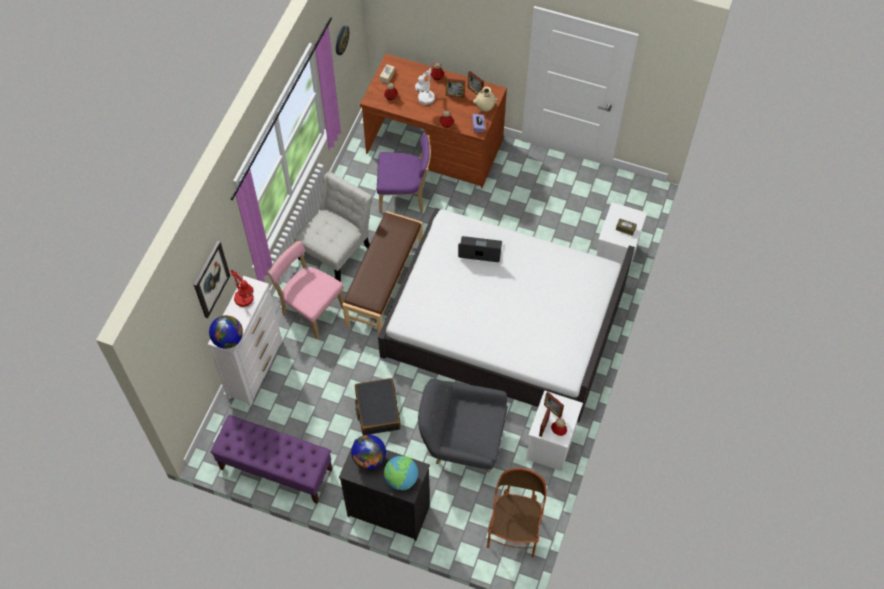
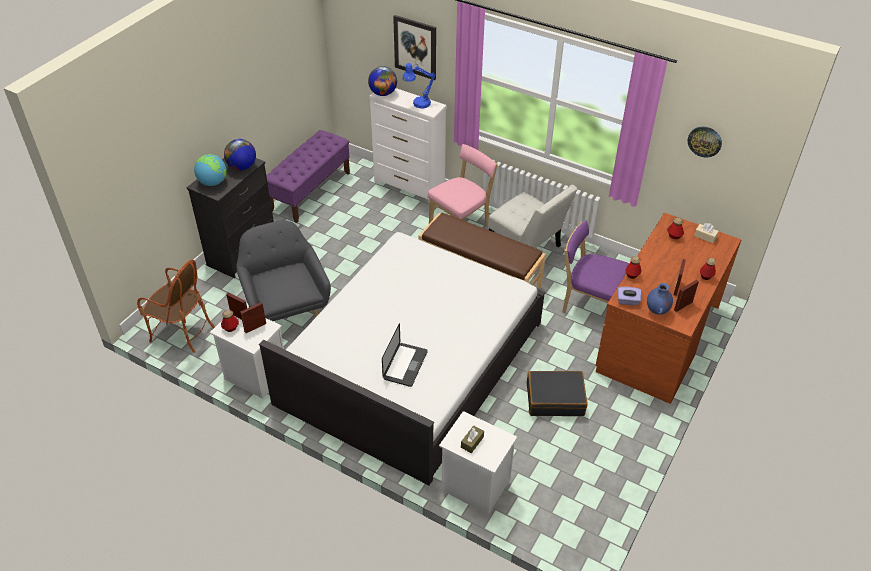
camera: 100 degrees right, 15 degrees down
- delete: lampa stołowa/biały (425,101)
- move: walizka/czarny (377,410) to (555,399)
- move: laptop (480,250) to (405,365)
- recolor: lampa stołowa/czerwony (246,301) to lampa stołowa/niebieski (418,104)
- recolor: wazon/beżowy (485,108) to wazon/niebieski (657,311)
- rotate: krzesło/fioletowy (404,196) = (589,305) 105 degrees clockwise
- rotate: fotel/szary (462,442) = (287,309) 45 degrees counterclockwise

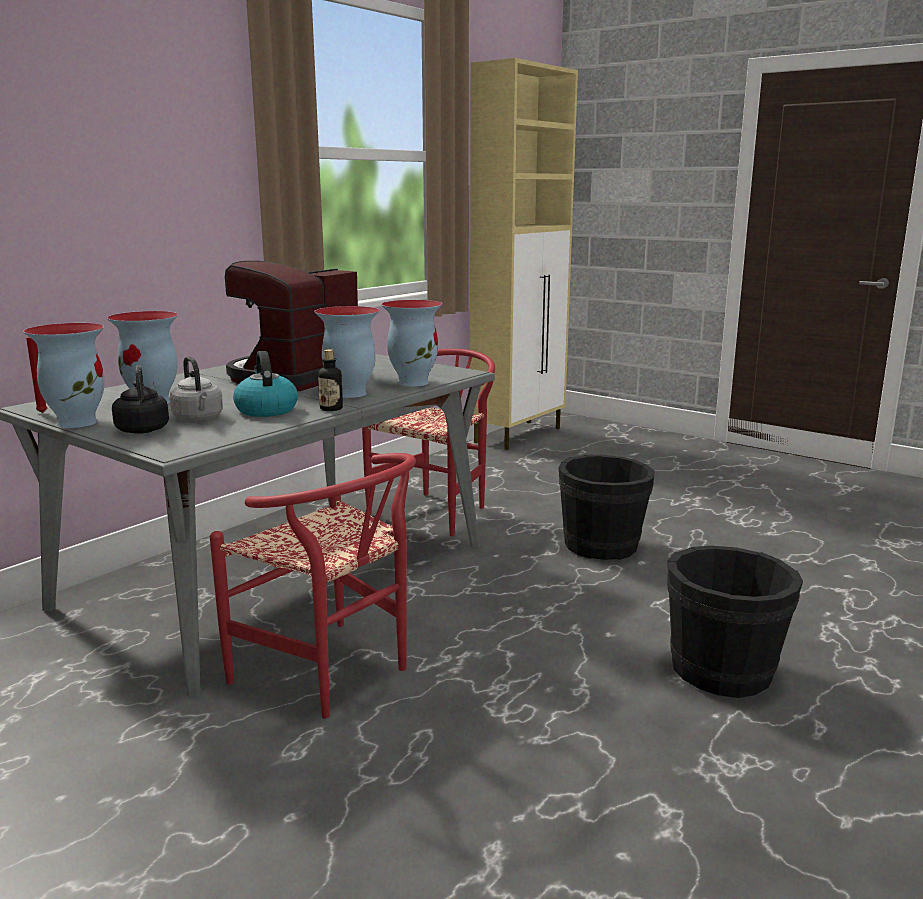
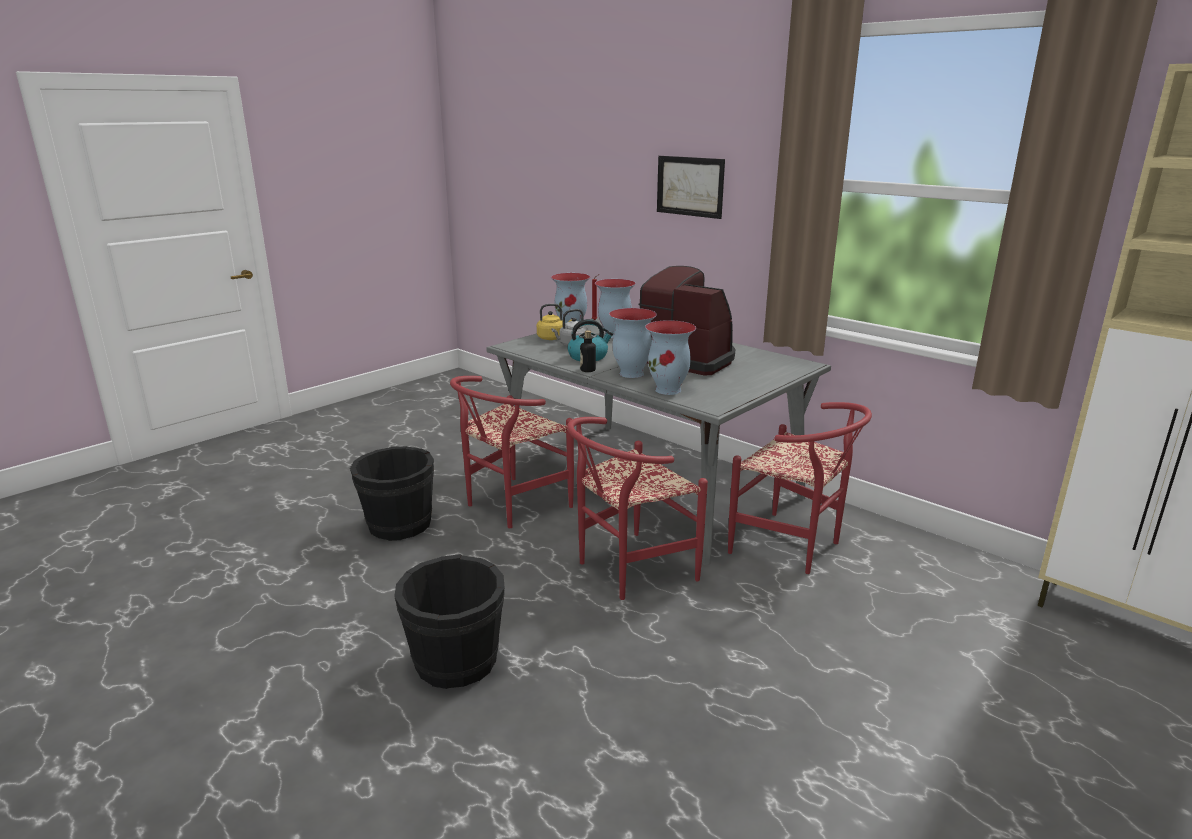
camera: 95 degrees right, 5 degrees up
- insert: krzesło/czerwony (627,570)
- insert: obraz (690,186)
- move: wiadro/czarny (602,546) to (399,525)
- recolor: czajnik/czarny (142,429) to czajnik/żółty (553,338)

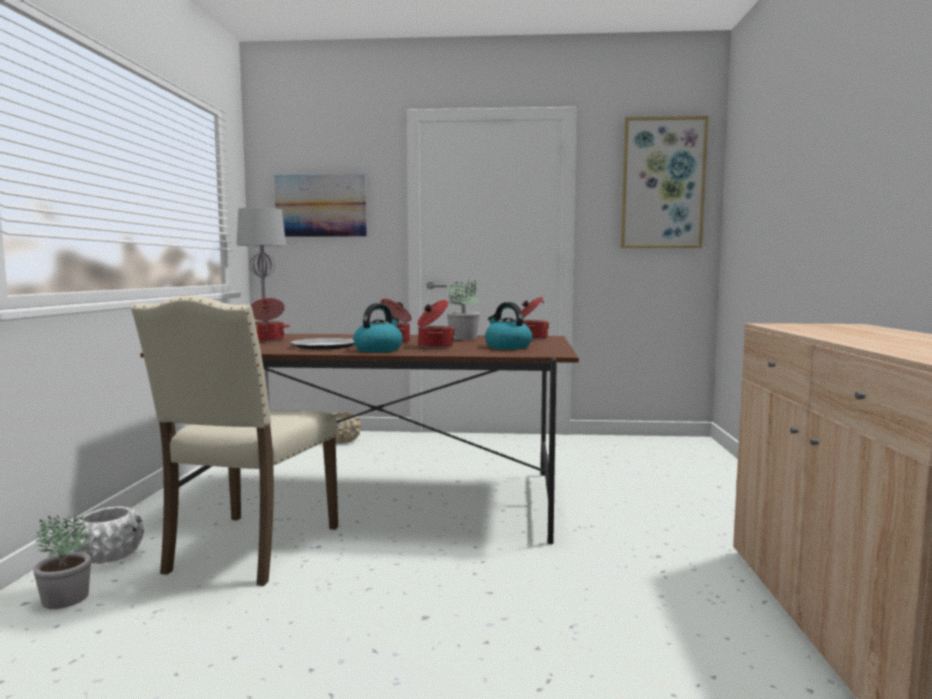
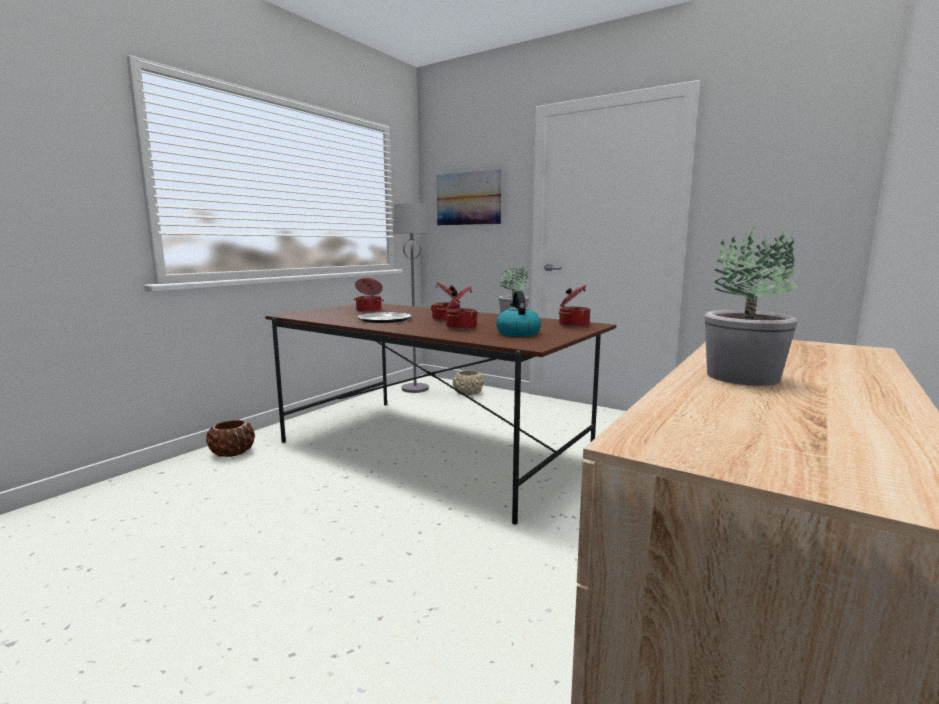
camera: 30 degrees right, 5 degrees up
- delete: krzesło/beżowy (249,550)
- delete: czajnik (378,349)
- delete: obraz (662,183)
- move: roślina doniczkowa (65,599) to (743,377)
- recolor: donica/biały (110,556) to donica/brązowy (232,452)

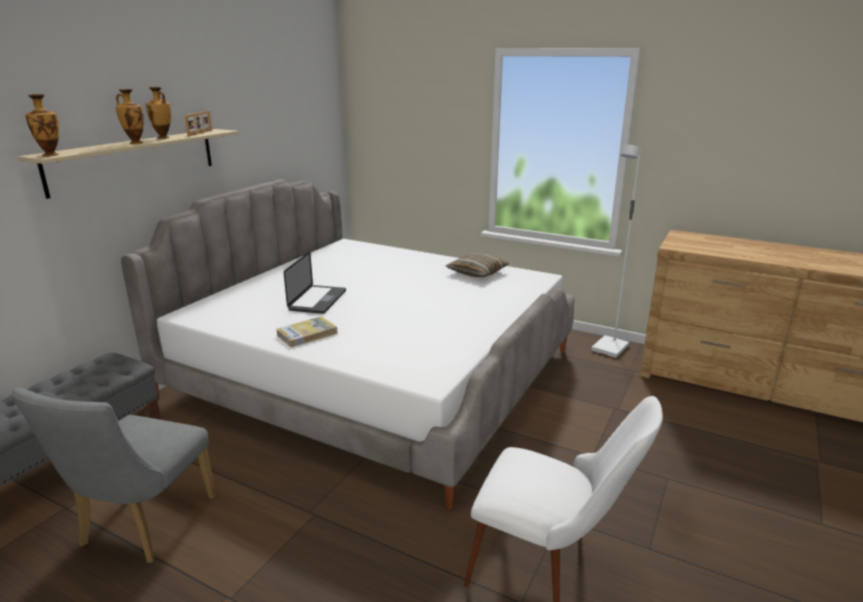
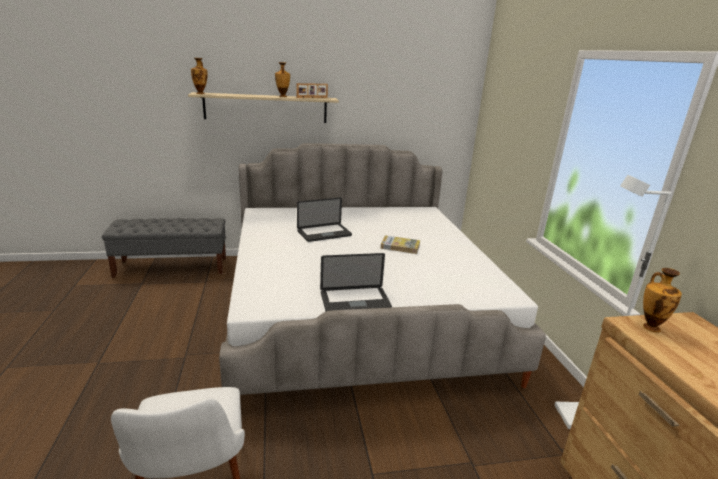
camera: 50 degrees right, 0 degrees up
- delete: krzesło/szary (142,526)
- delete: poduszka (477,272)
- insert: laptop (355,301)
- move: wazon (135,143) to (650,327)
- move: książka (307,334) to (400,246)

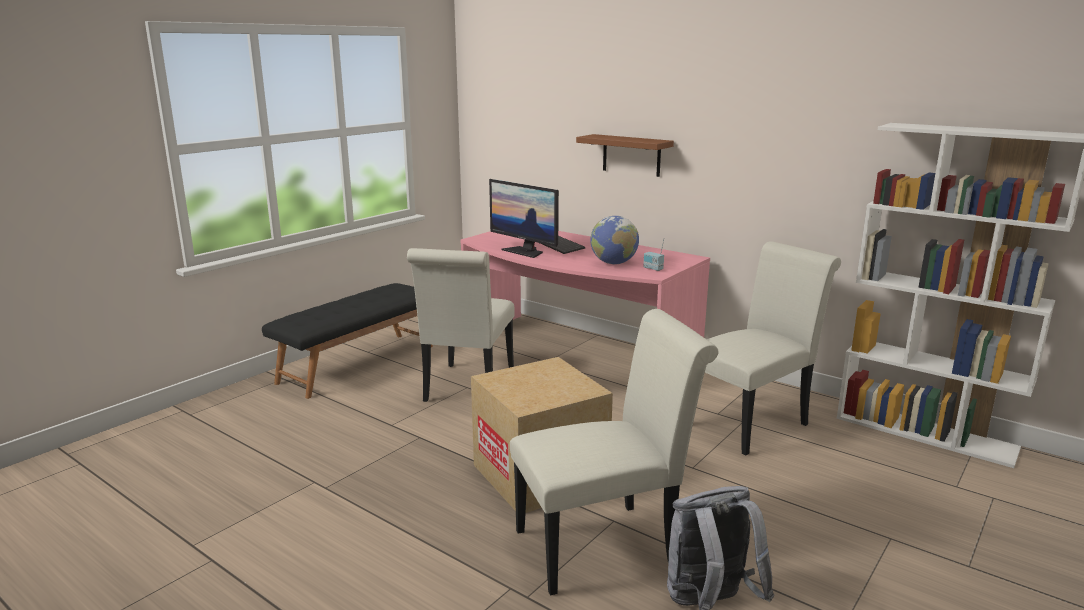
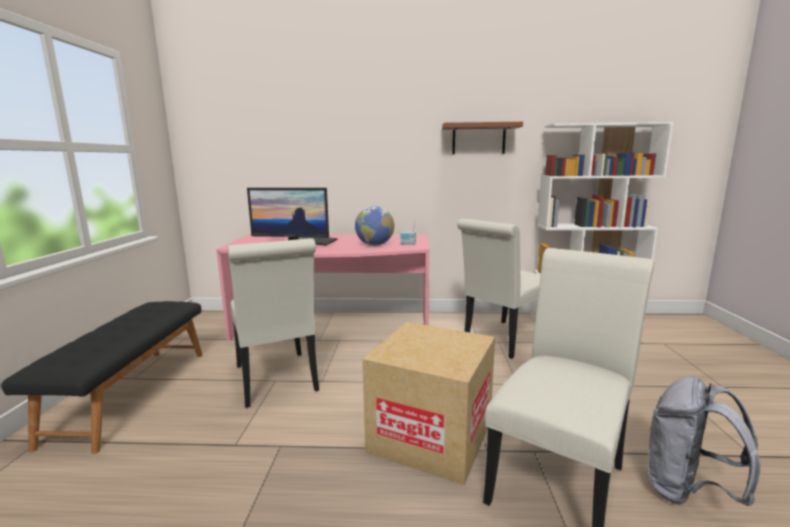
camera: 35 degrees left, 5 degrees down
- move: półka/brązowy (631,155) to (478,139)
- rotate: krzesło/biały (751,422) = (503,340) 150 degrees counterclockwise

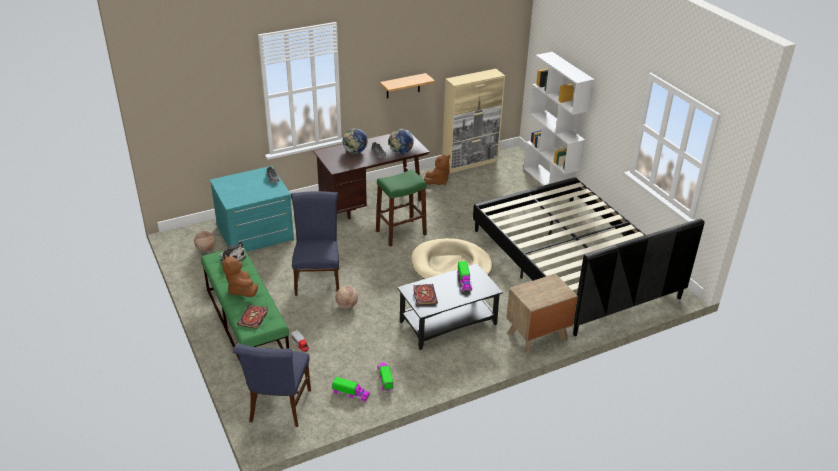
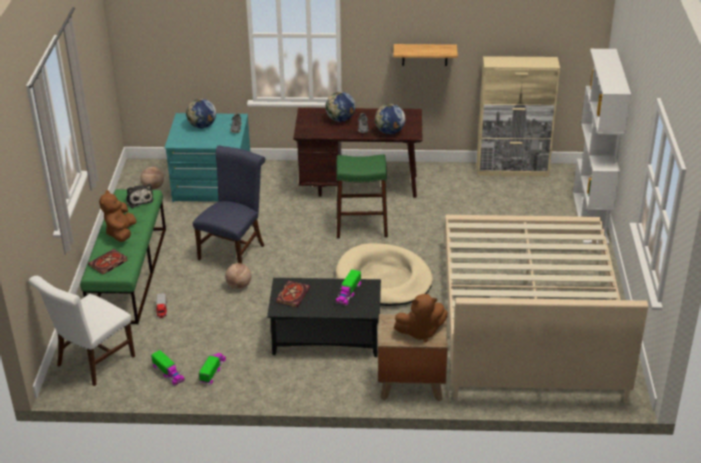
camera: 30 degrees right, 0 degrees up
- insert: globus (202,126)
- move: pluszak/brązowy (438,181) to (420,332)
- recolor: krzesło/niebieski (279,408) to krzesło/biały (92,363)
- recolor: łóżko/czarny (572,263) to łóżko/beżowy (528,319)

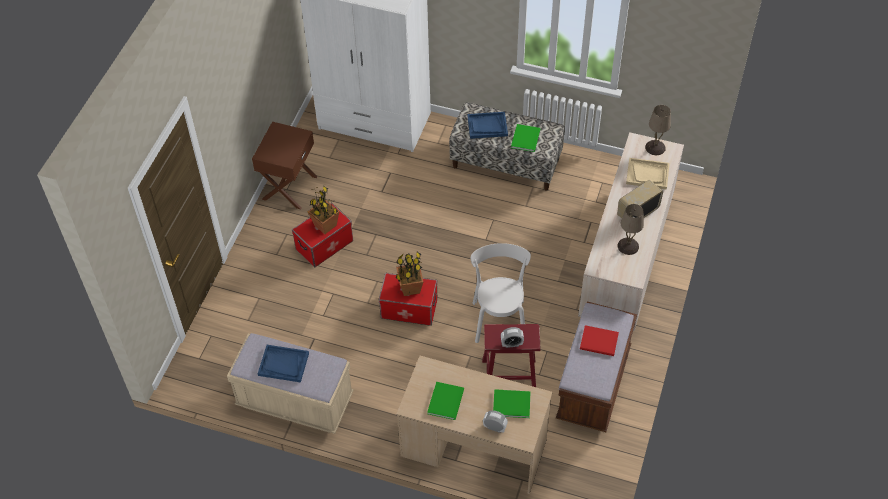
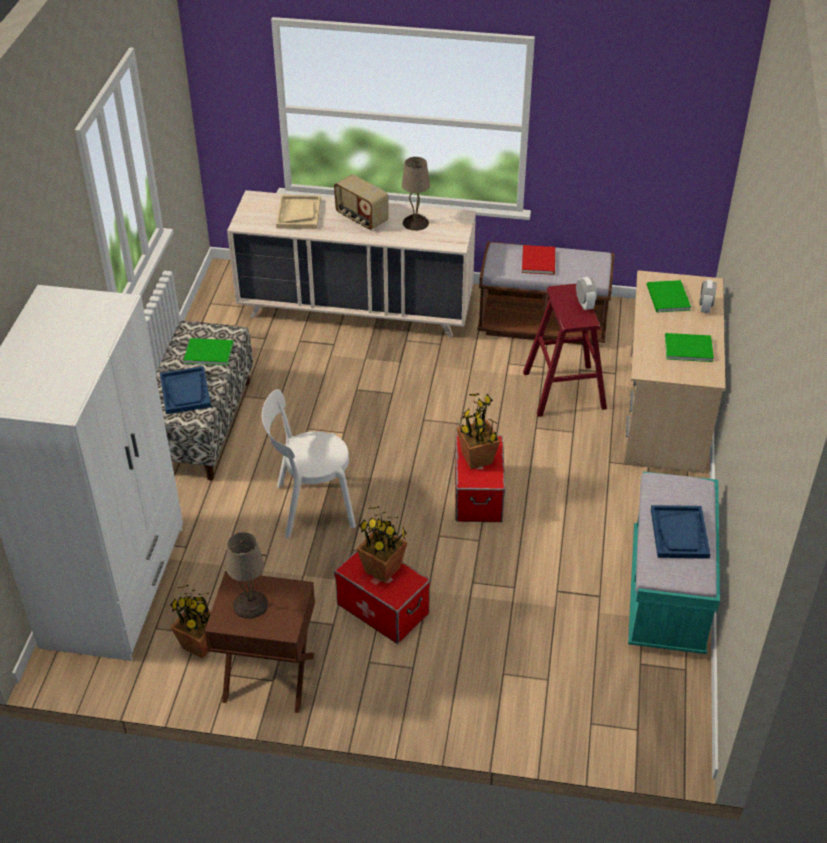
camera: 100 degrees left, 10 degrees down
- insert: roślina doniczkowa (200,644)
- move: krzesło/biały (499,318) to (310,506)
- move: lampa stołowa/beżowy (655,147) to (249,605)
- recolor: ławka/beżowy (295,401) to ławka/turkusowy (667,593)

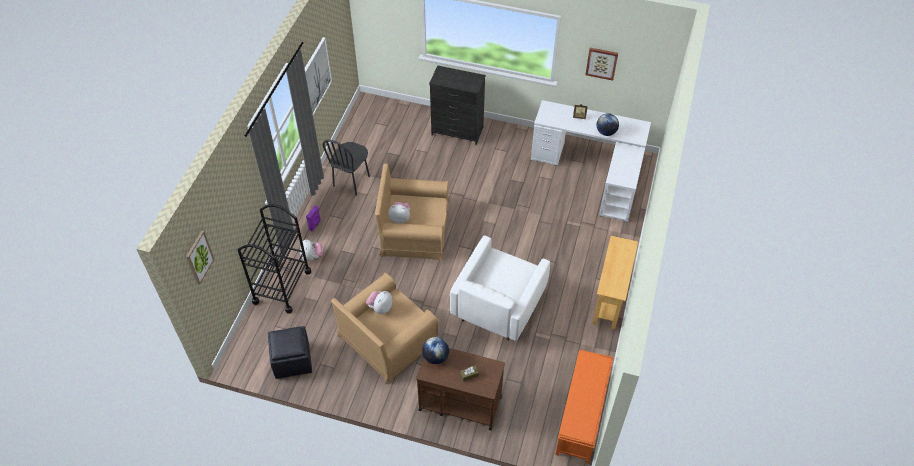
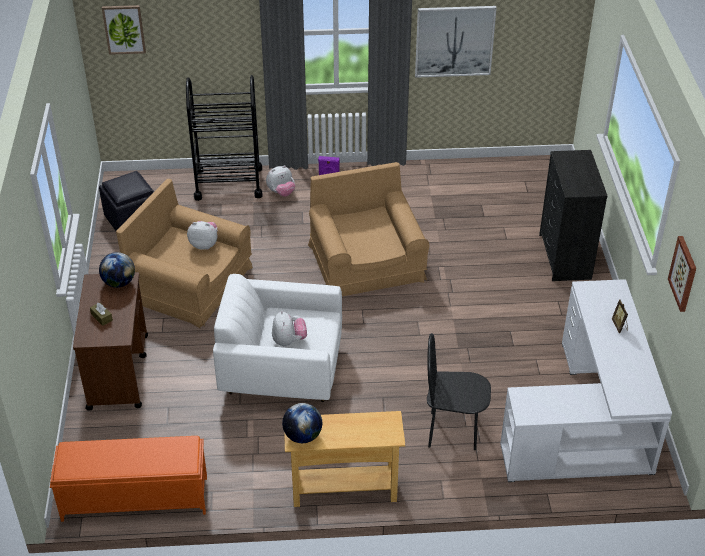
camera: 70 degrees right, 10 degrees down
- move: krzesło/czarny (351,181) to (453,431)
- move: pluszak (400,218) to (289,341)
- move: globus (606,132) to (302,436)

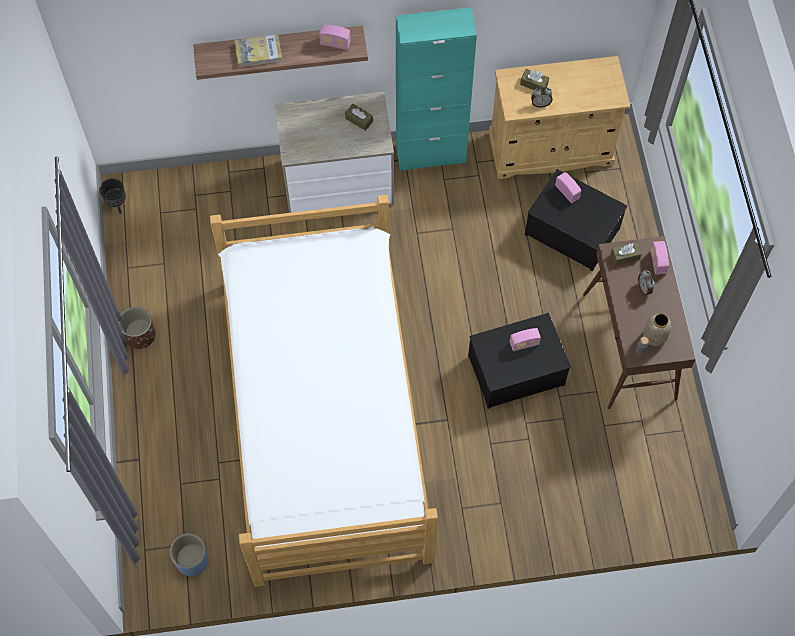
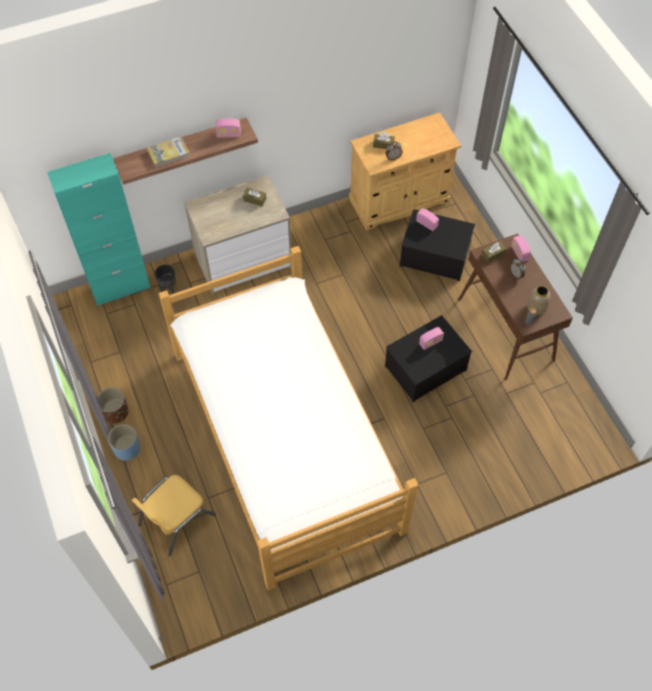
camera: 15 degrees left, 5 degrees down
- insert: krzesło/żółty (176,519)
- move: donica/czarny (117,204) to (168,287)
- move: donica/niebieski (192,560) to (127,449)
- move: szafka/turkusowy (430,154) to (120,287)

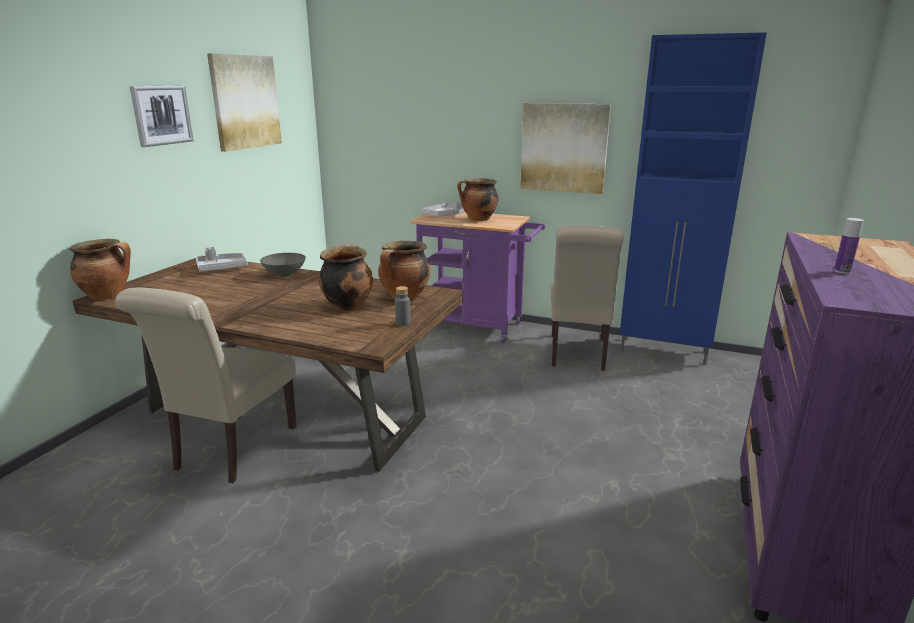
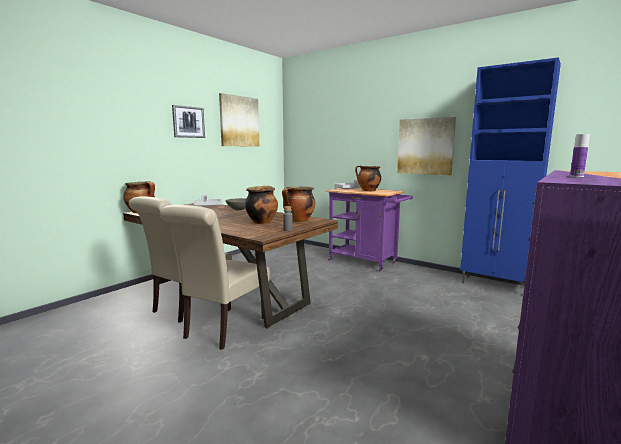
camera: 15 degrees right, 10 degrees down
- move: krzesło/beżowy (578,354) to (222,329)

